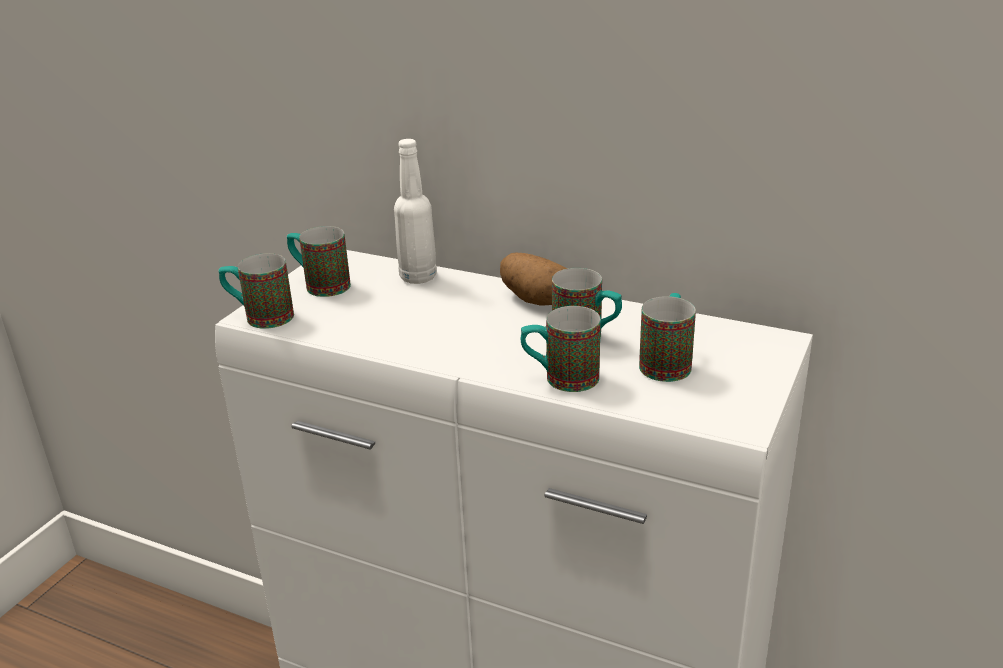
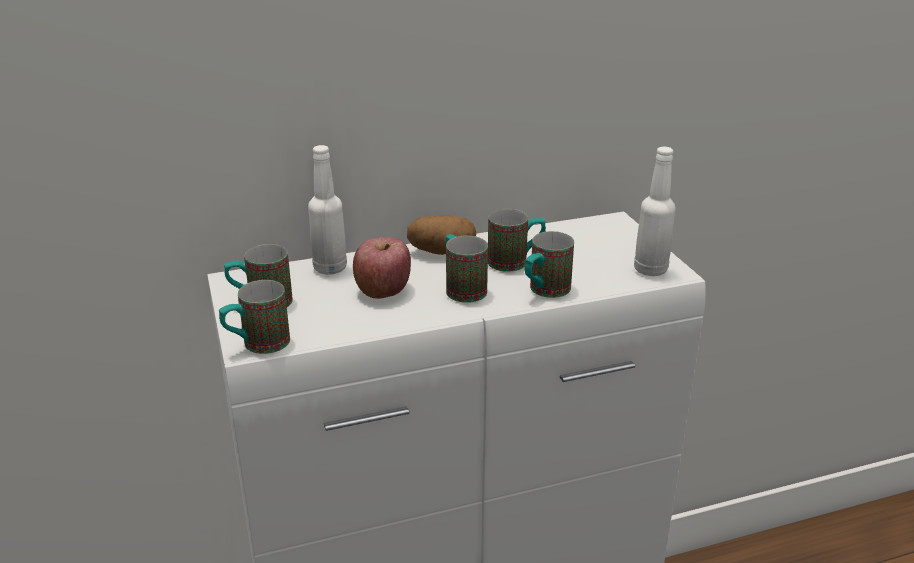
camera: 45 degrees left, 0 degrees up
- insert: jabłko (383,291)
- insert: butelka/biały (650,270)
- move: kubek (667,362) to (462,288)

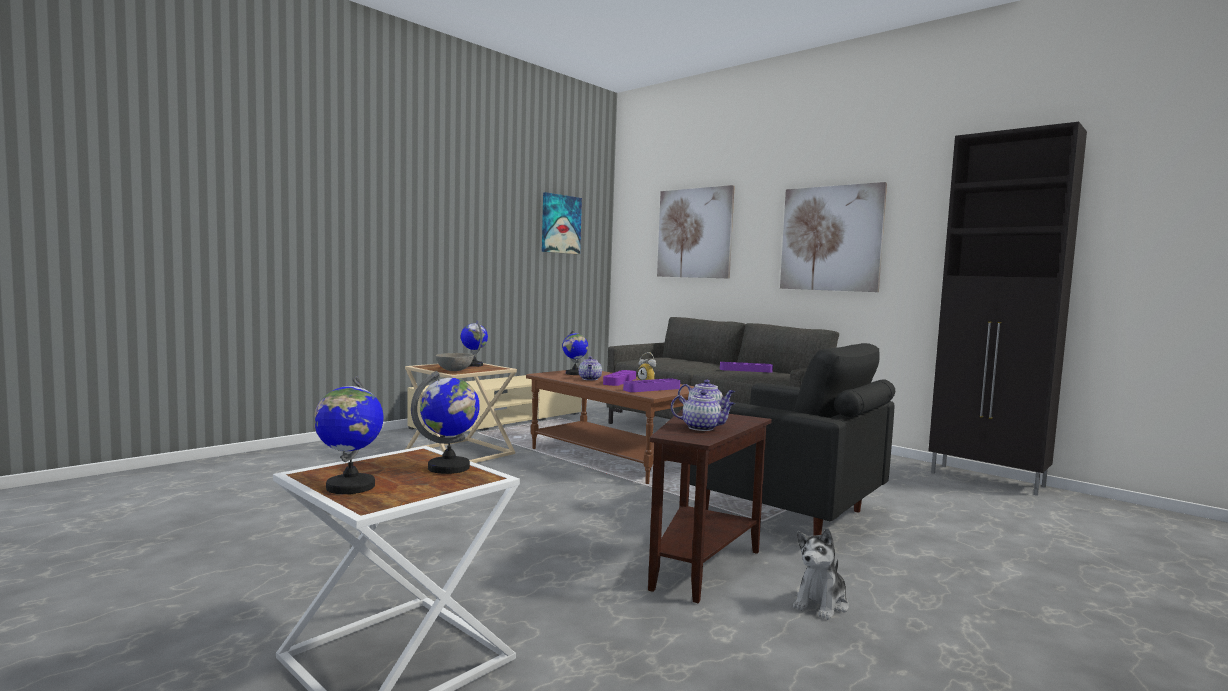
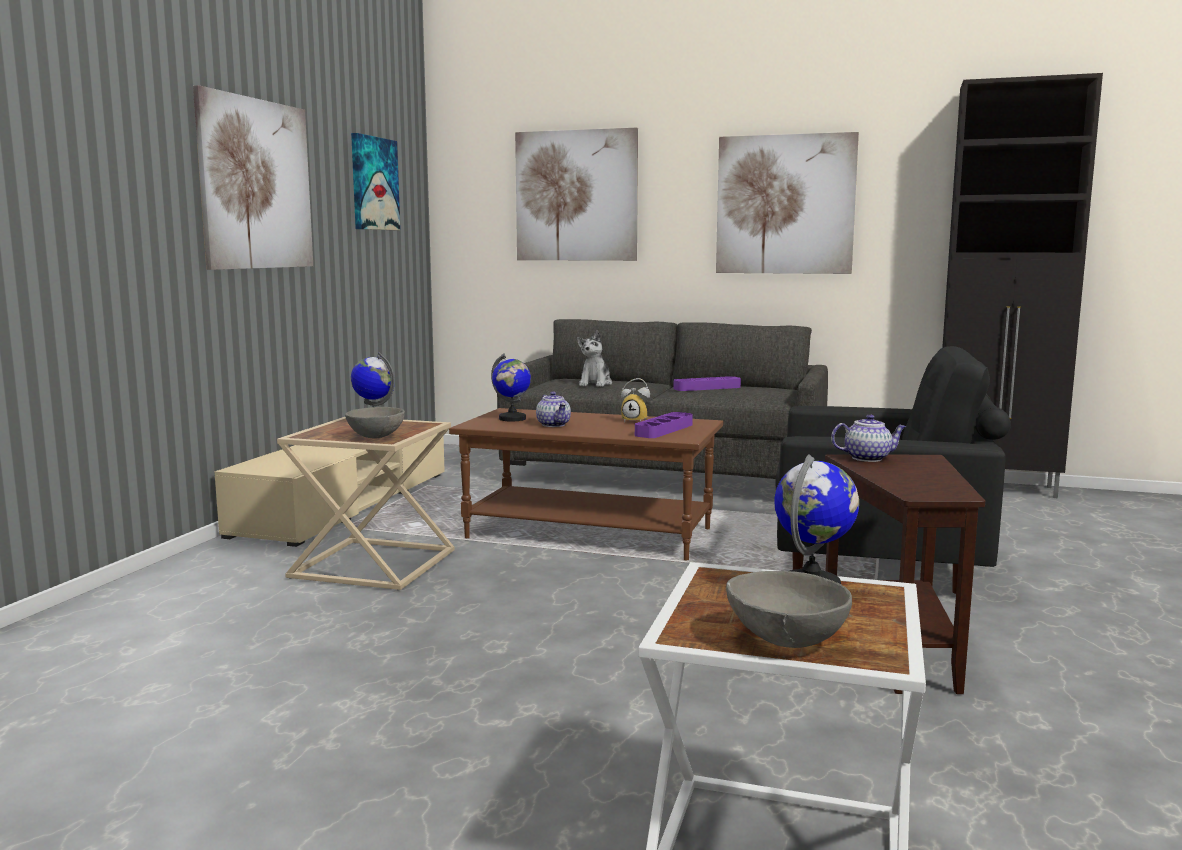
camera: 25 degrees left, 5 degrees up
- delete: taca/fioletowy (620,381)
- delete: imbryk (702,428)
- insert: obraz (256,184)
- move: pluszak (821,603) to (595,384)
- replace: globus (350,487) to miska/szary (788,640)

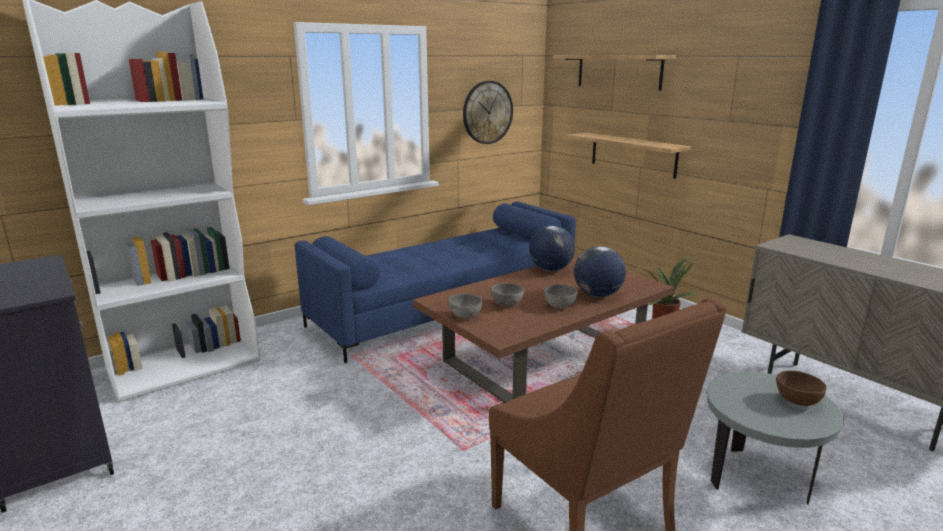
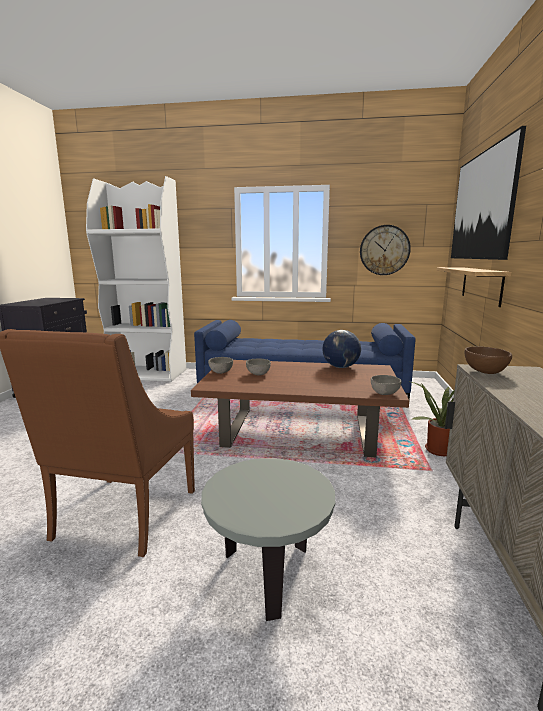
camera: 45 degrees right, 5 degrees down
- delete: globus (597,295)
- move: miska/szary (559,306) to (384,393)
- move: miska/brązowy (797,402) to (484,372)
- replace: półka (618,71) to obraz (482,206)

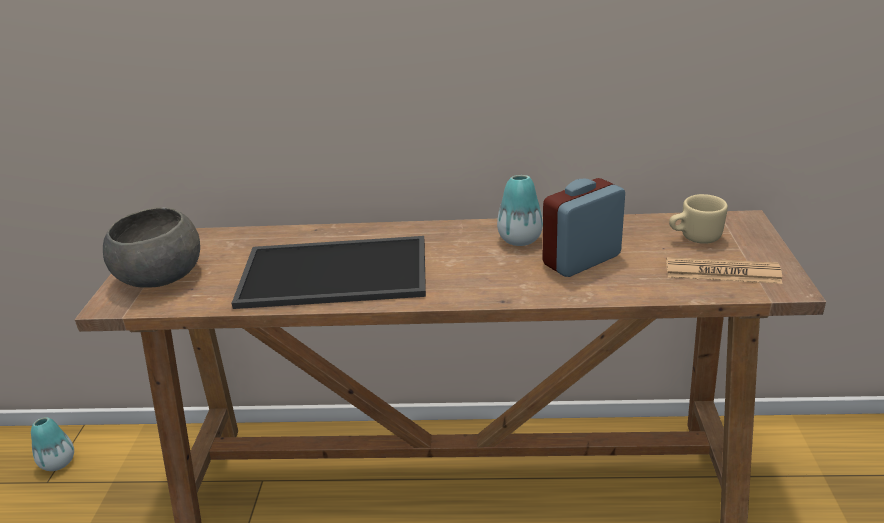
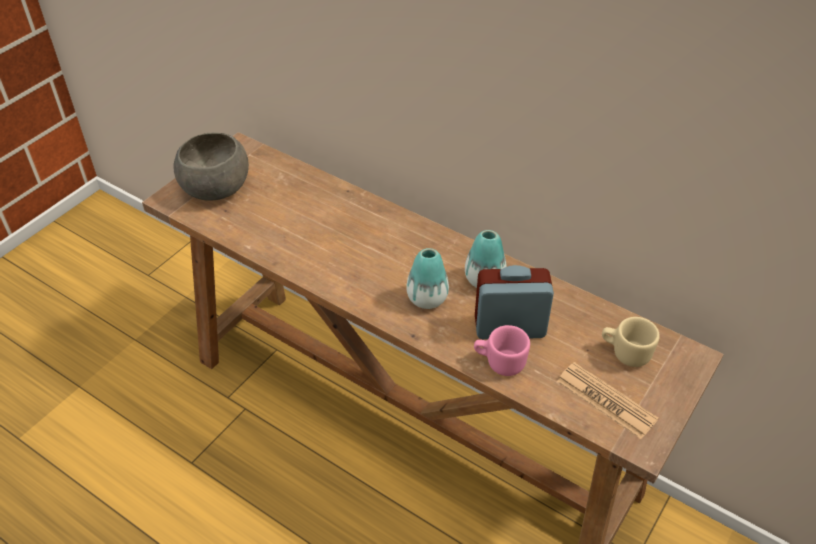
camera: 30 degrees right, 15 degrees up
- delete: taca (336,271)
- insert: kubek/różowy (499,362)
- move: wazon (58,462) to (427,299)

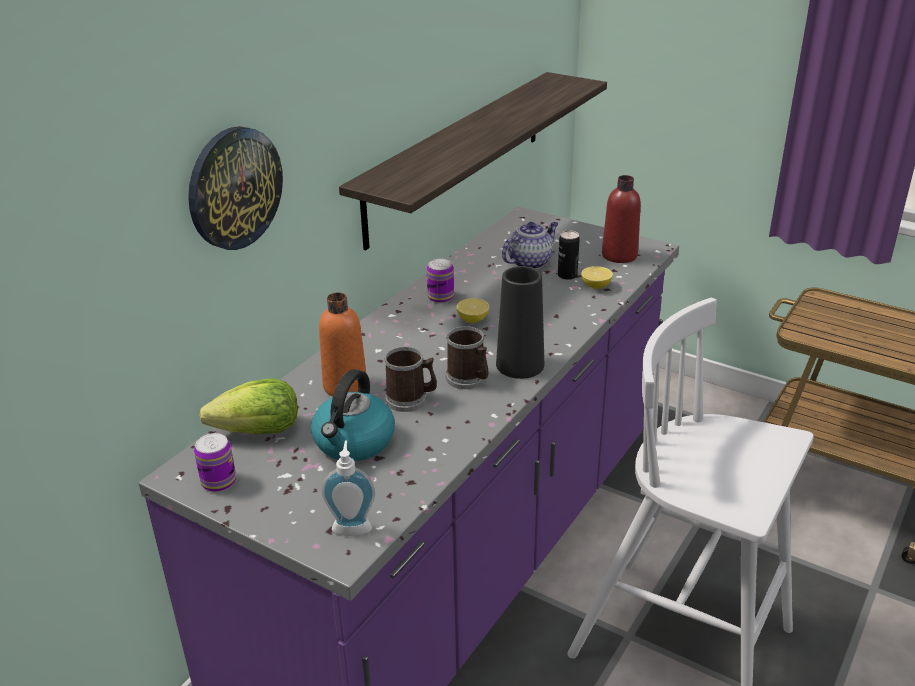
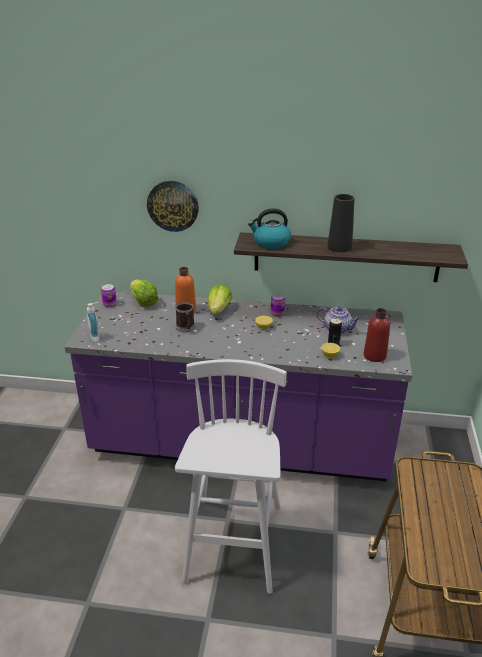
camera: 65 degrees right, 0 degrees up
- delete: kubek (469,379)
- insert: sałata (219,310)
- move: czajnik (354,442) to (270,242)
- move: wazon/czarny (520,365) to (339,247)

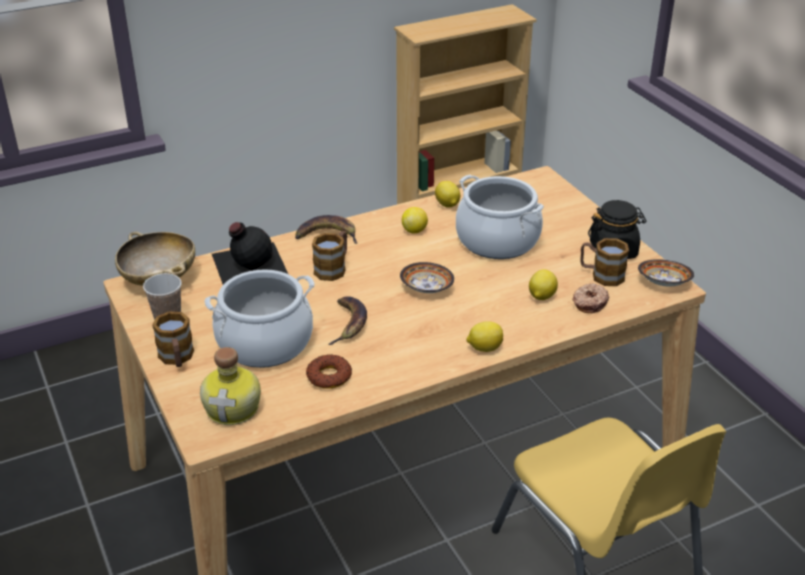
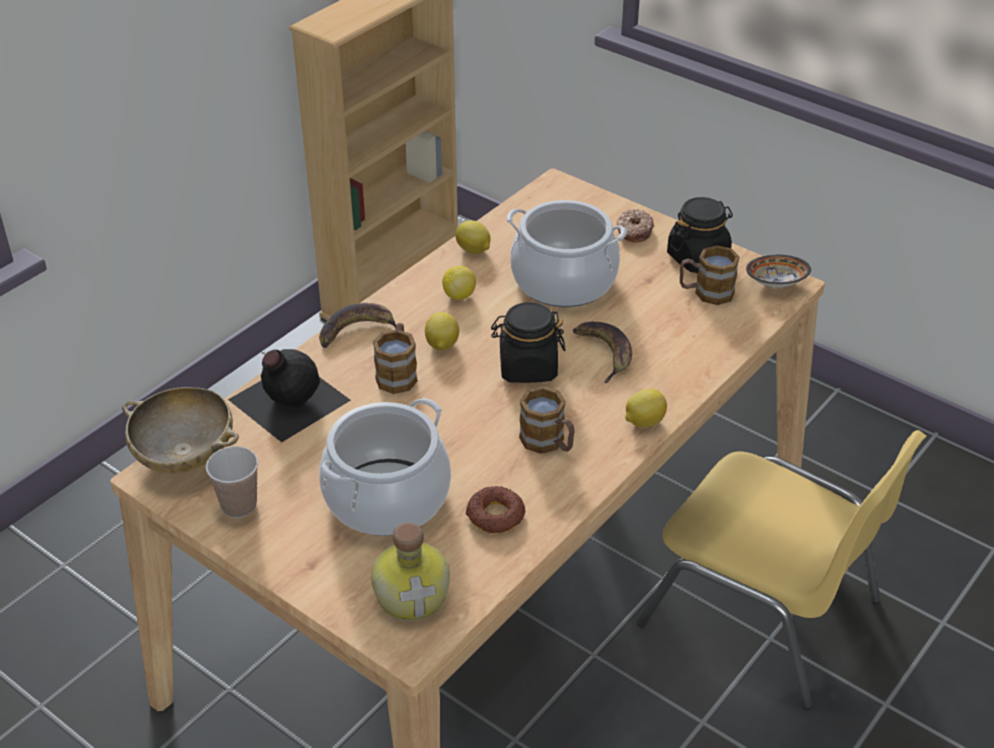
camera: 25 degrees left, 5 degrees up
- move: kubek (177,358) to (548,443)
- move: banan (349,324) to (604,353)
- move: cytryna (541,296) to (441,345)
- move: donut (589,303) to (633,231)
- replace: miska (426,289) to słoik/czarny (527,367)

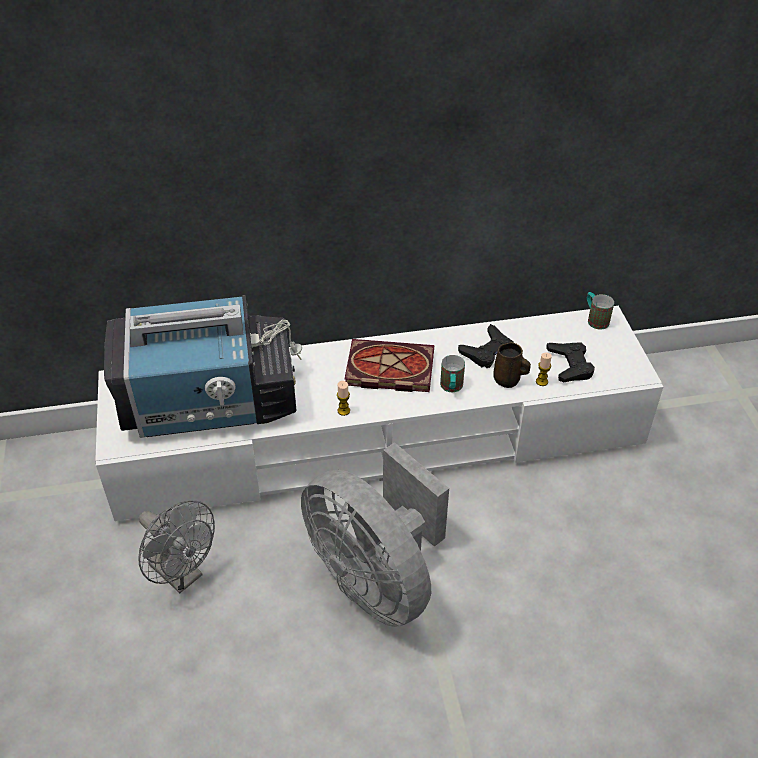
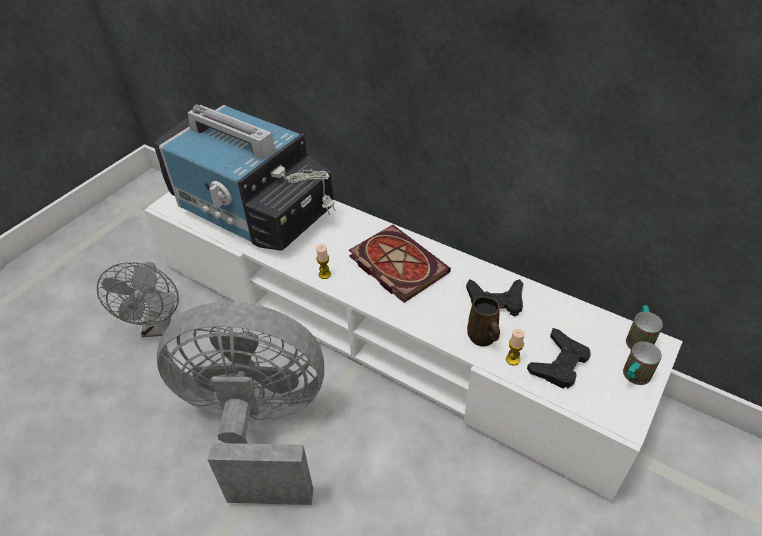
camera: 45 degrees right, 0 degrees up
- move: kubek (451,388) to (633,377)
- rotate: wentylator/szary (376,578) = (258,428) 90 degrees clockwise

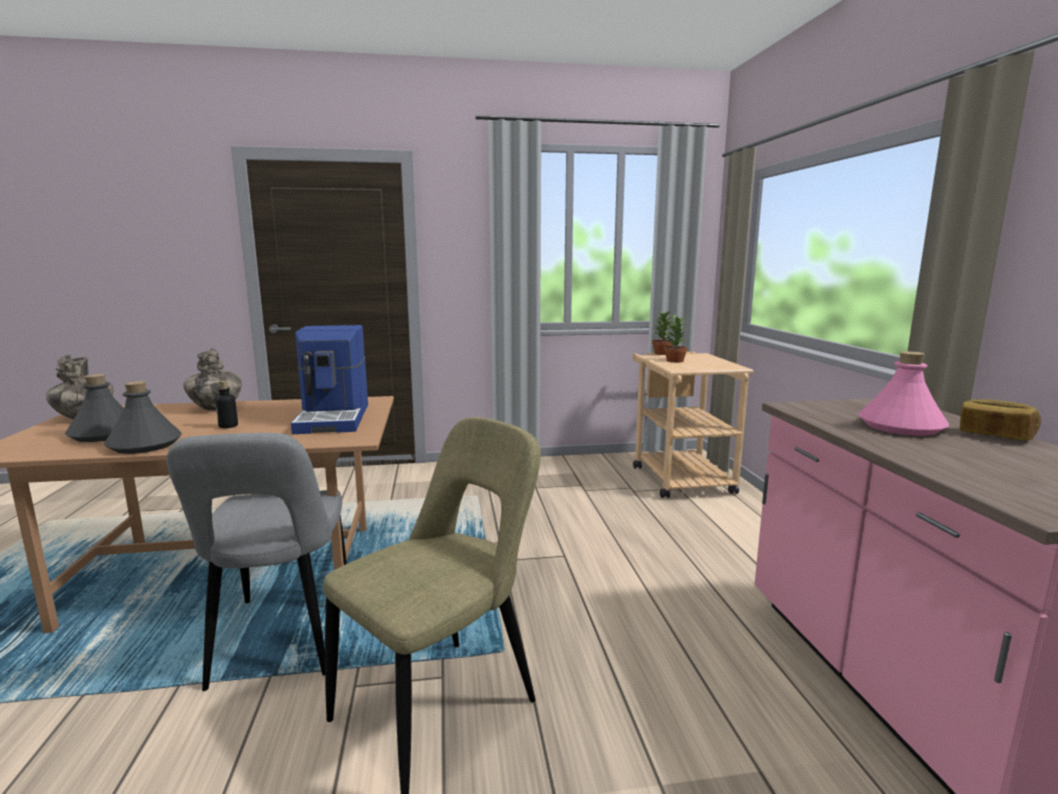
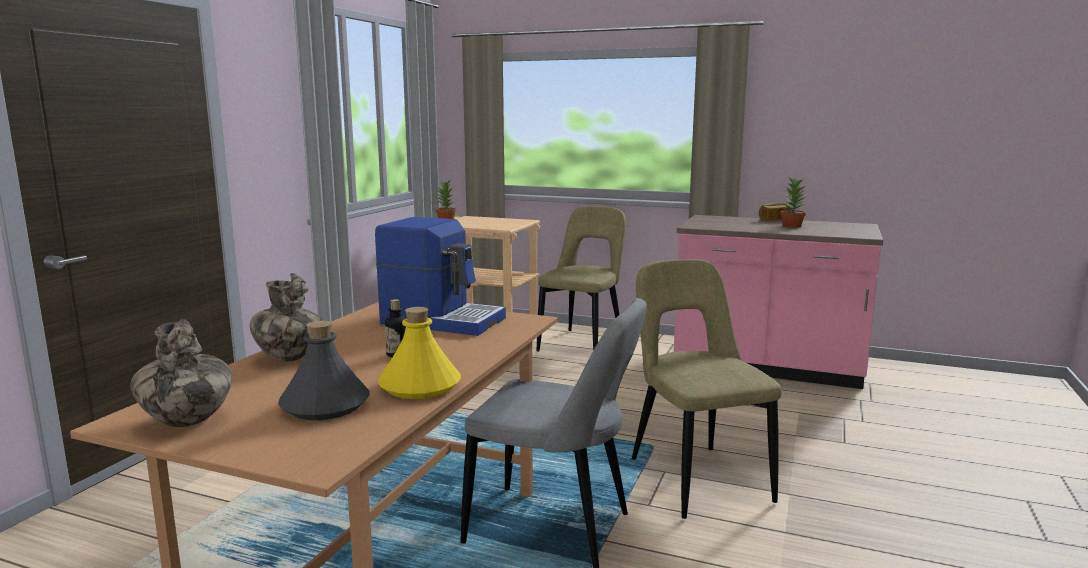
camera: 60 degrees left, 0 degrees up
- delete: butelka/różowy (901,427)
- insert: krzesło/beżowy (583,344)
- move: roślina doniczkowa (675,361) to (791,226)
- recolor: butelka/szary (145,445) to butelka/żółty (419,386)

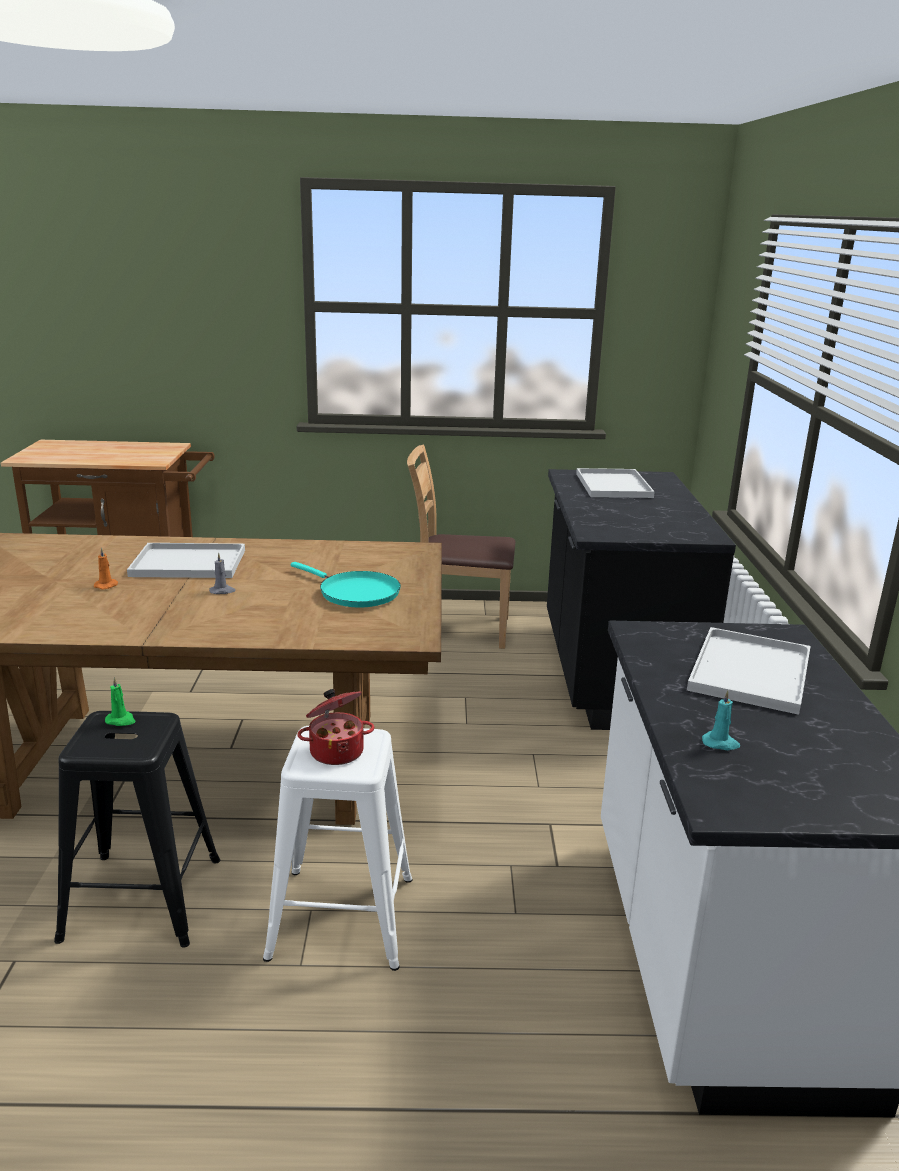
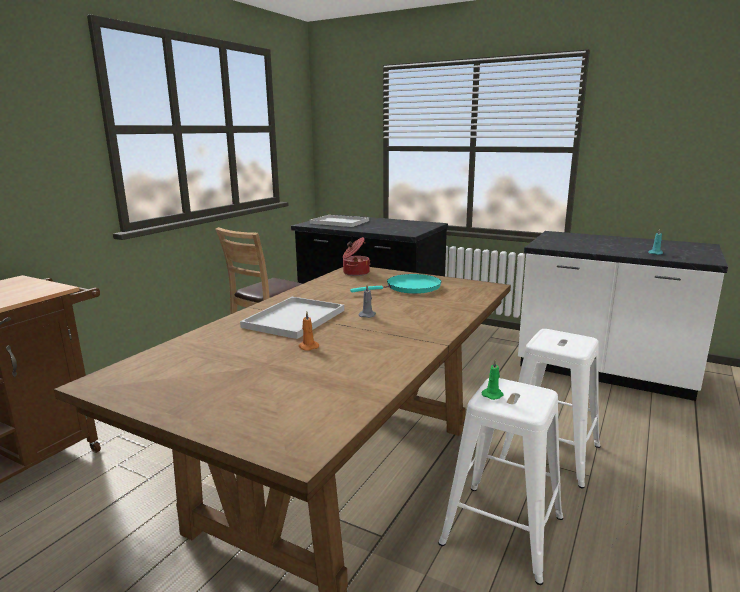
camera: 60 degrees left, 5 degrees down
- delete: taca/biały (749,670)
- move: garnek (336,751) to (355,273)
- recolor: stołek/czarny (140,899) to stołek/biały (503,531)

